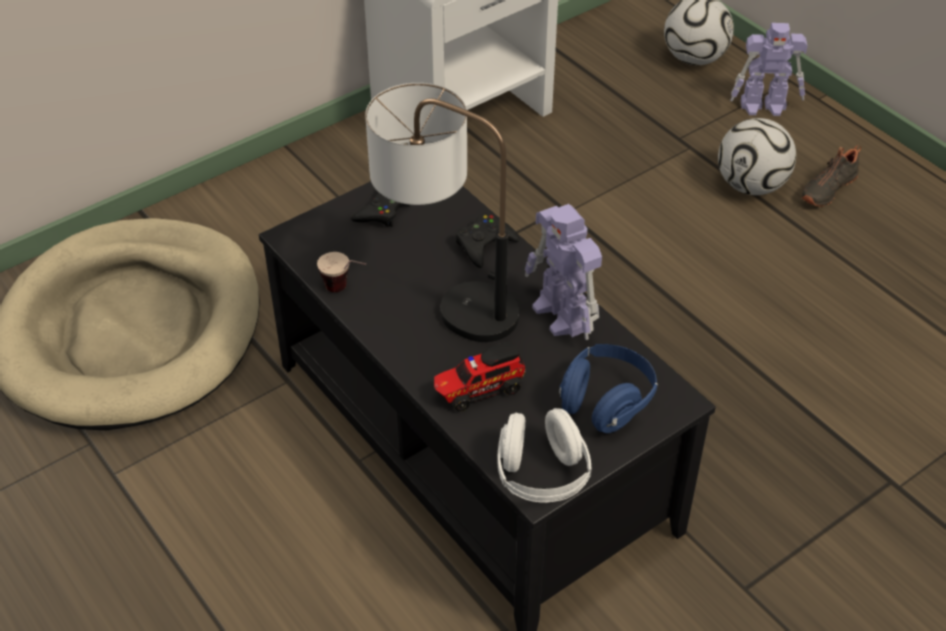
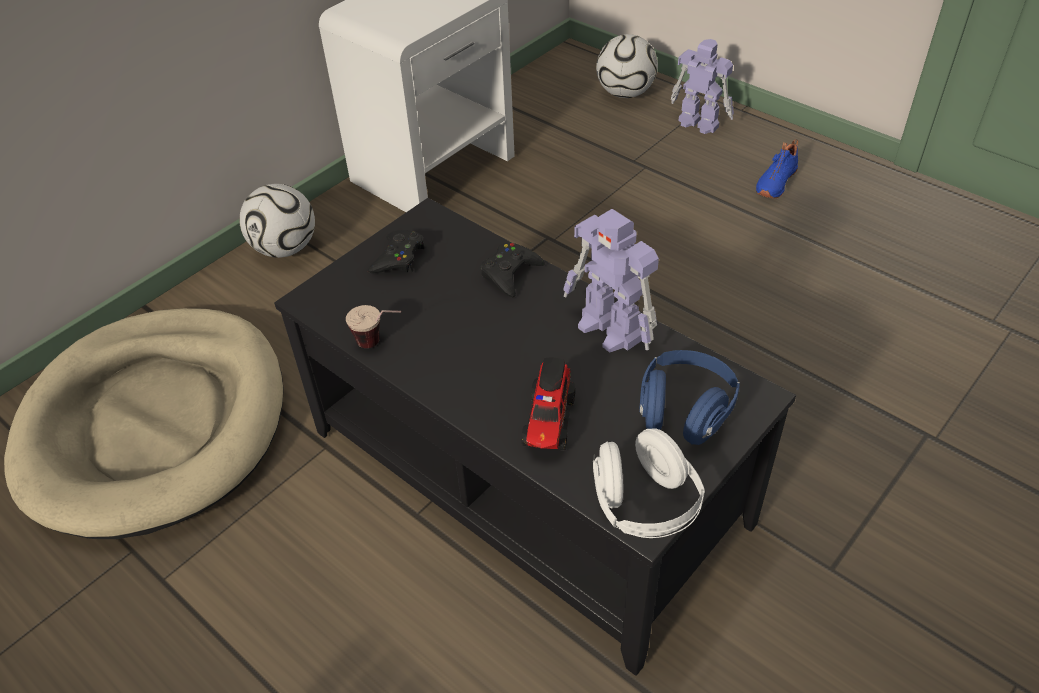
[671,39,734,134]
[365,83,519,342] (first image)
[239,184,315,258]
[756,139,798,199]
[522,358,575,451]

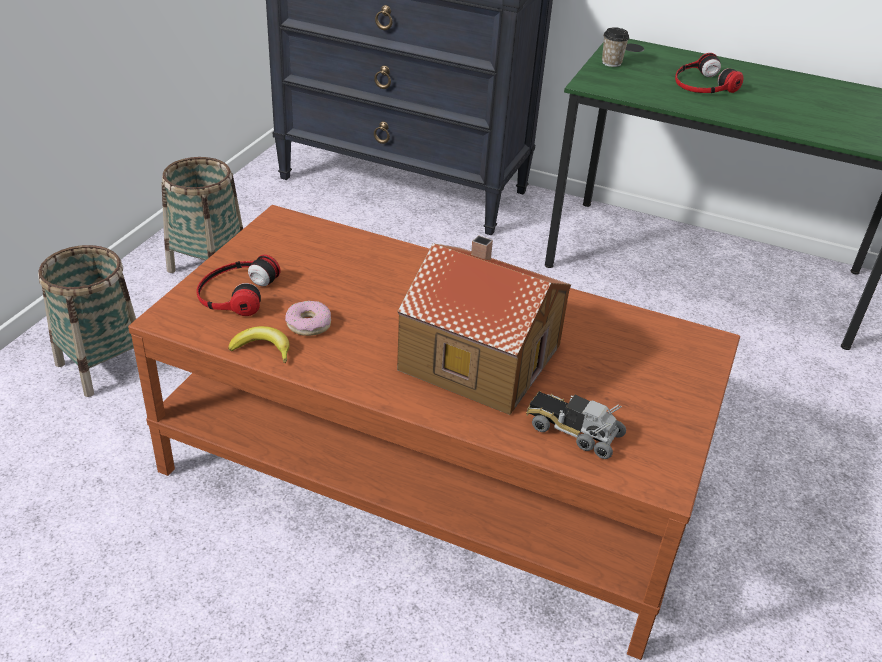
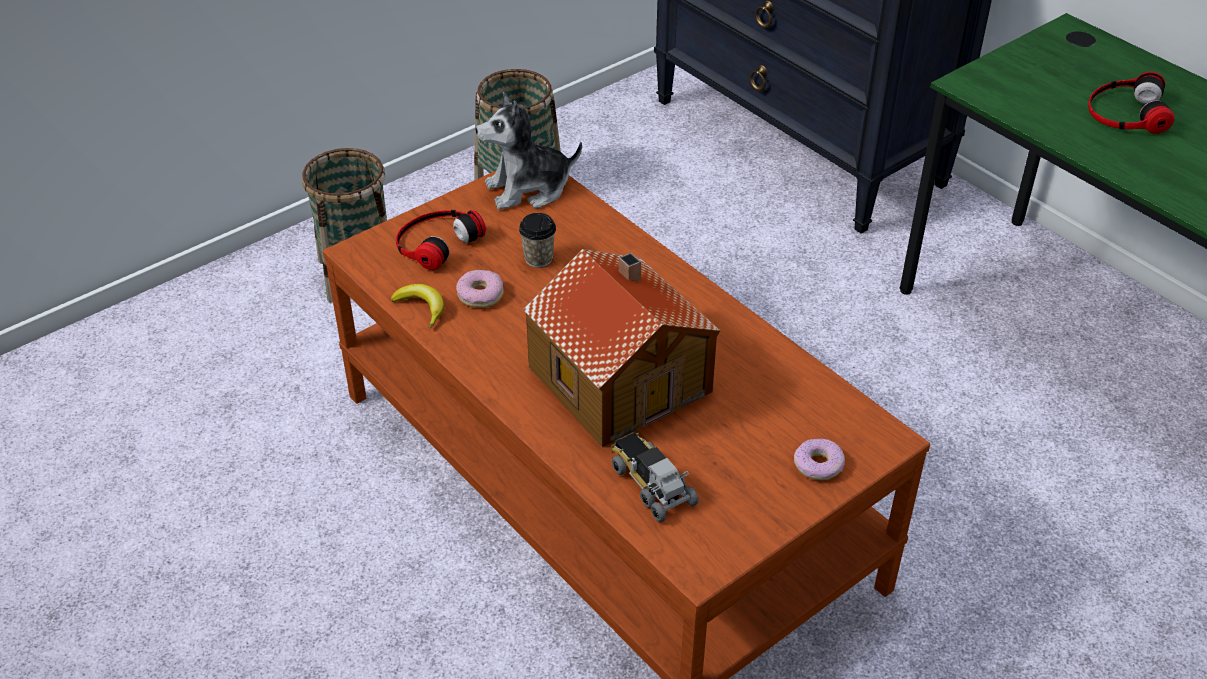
[519,213,556,268]
[476,92,582,210]
[794,439,845,480]

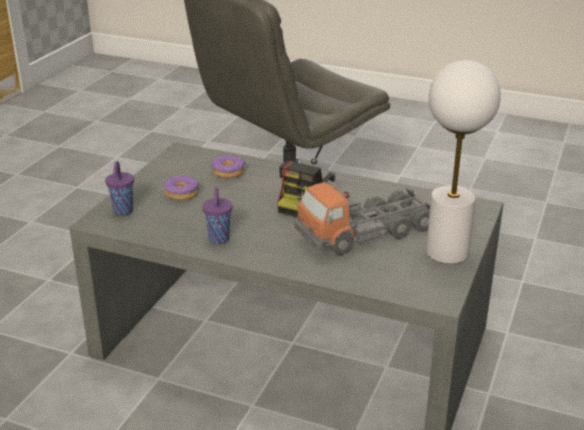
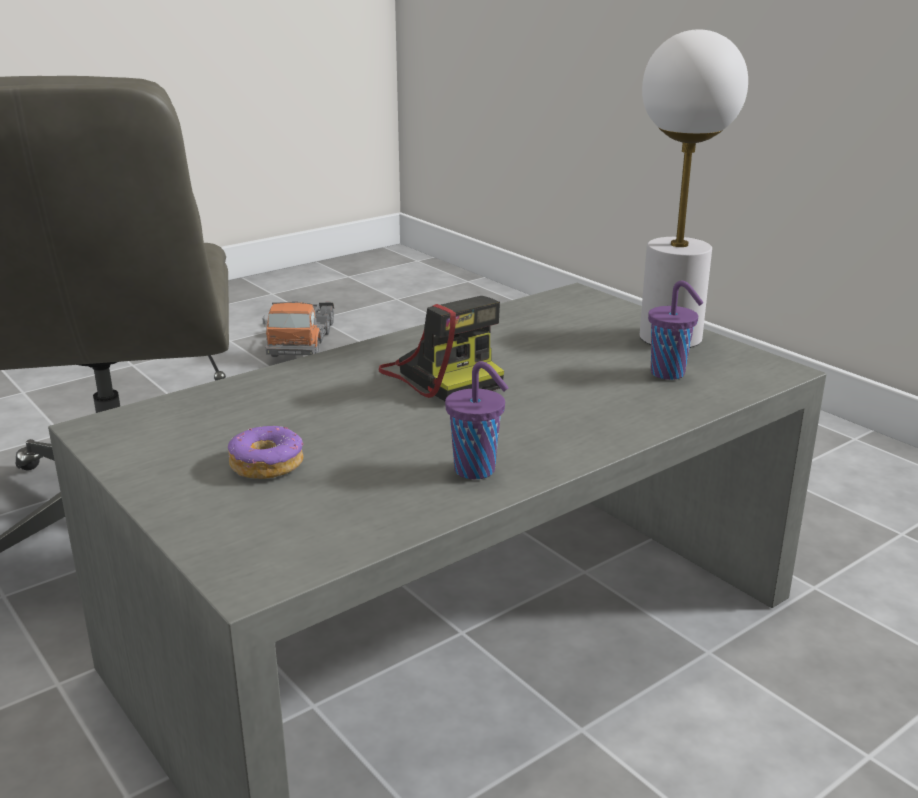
[212,155,245,178] (first image)
[648,281,703,380]
[262,301,334,357]

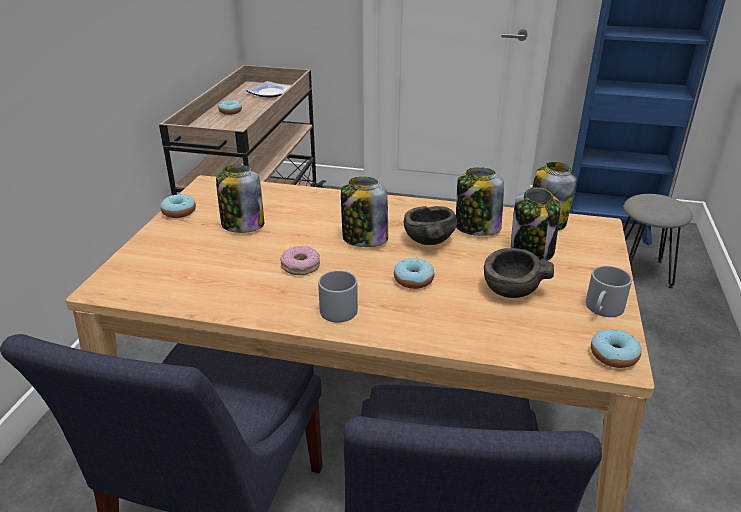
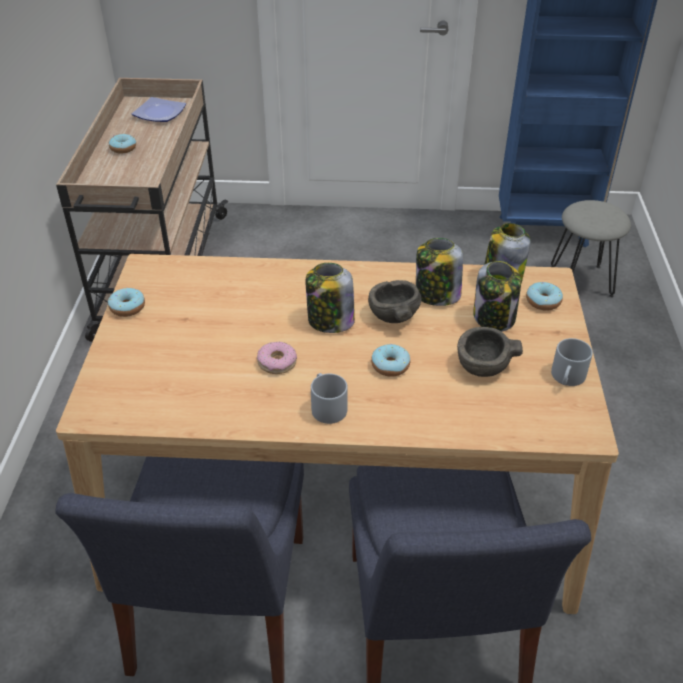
[216,165,264,233] (first image)
[526,282,563,311]

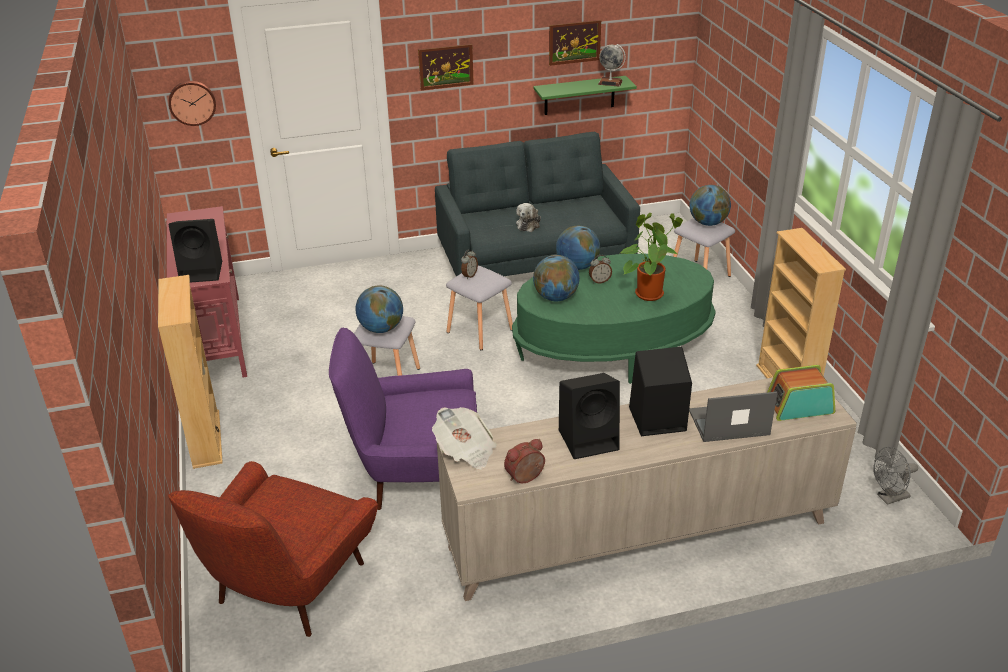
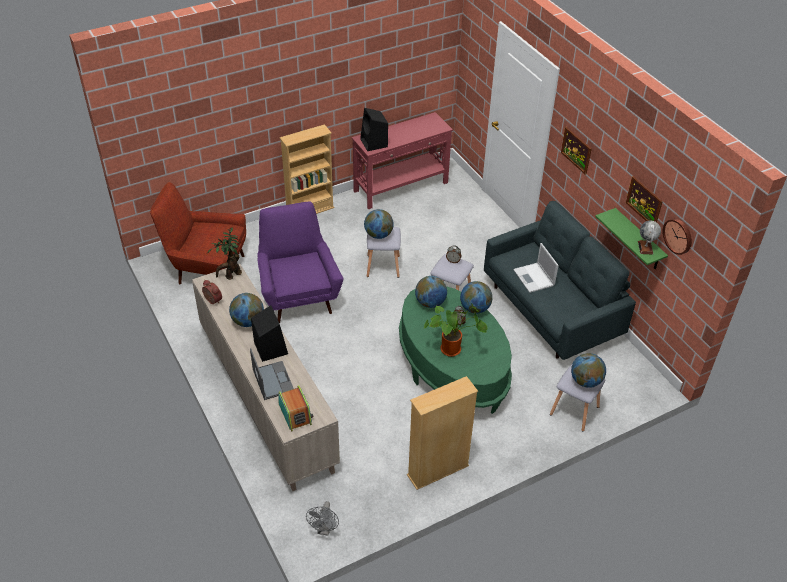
[663,218,692,255]
[513,243,559,293]
[229,293,264,327]
[207,227,242,280]
[306,501,339,536]

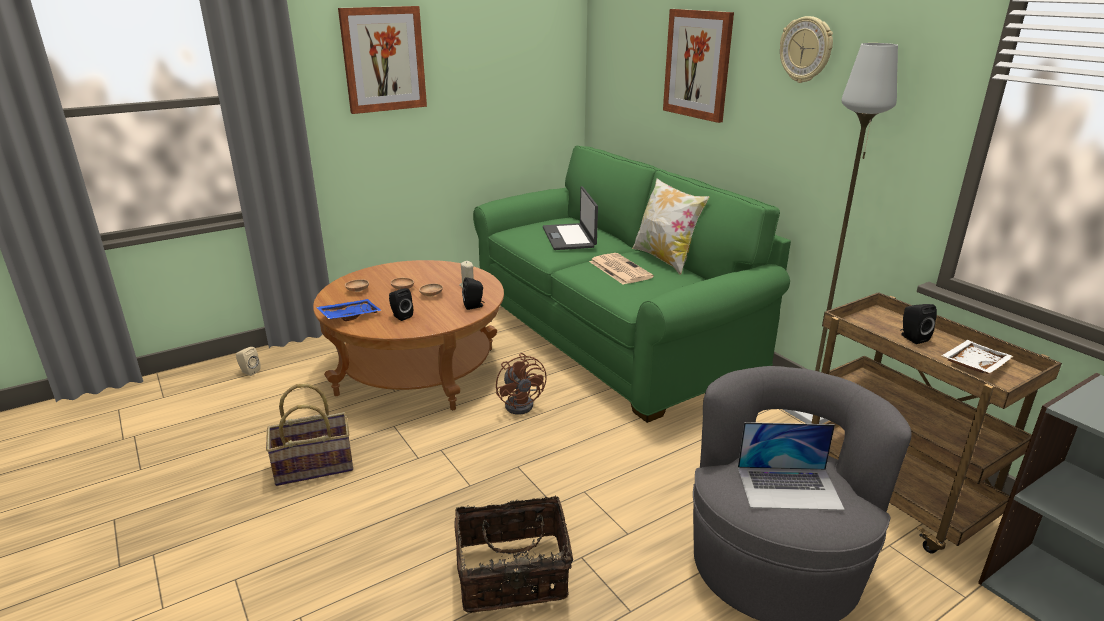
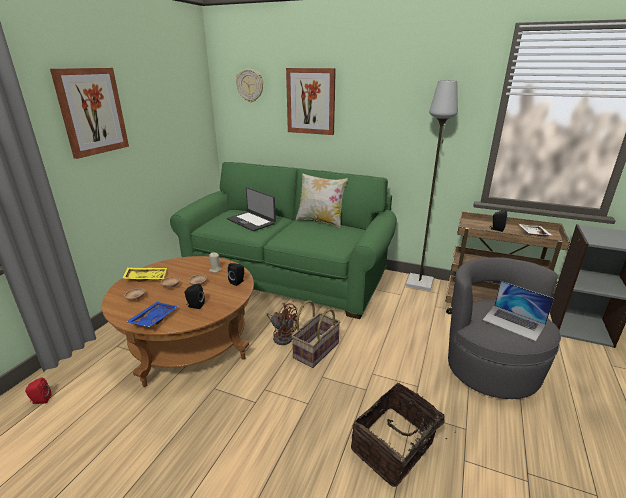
[236,69,263,102]
[589,253,654,285] (first image)
[25,378,51,404]
[291,300,340,368]
[483,281,554,341]
[122,267,167,282]

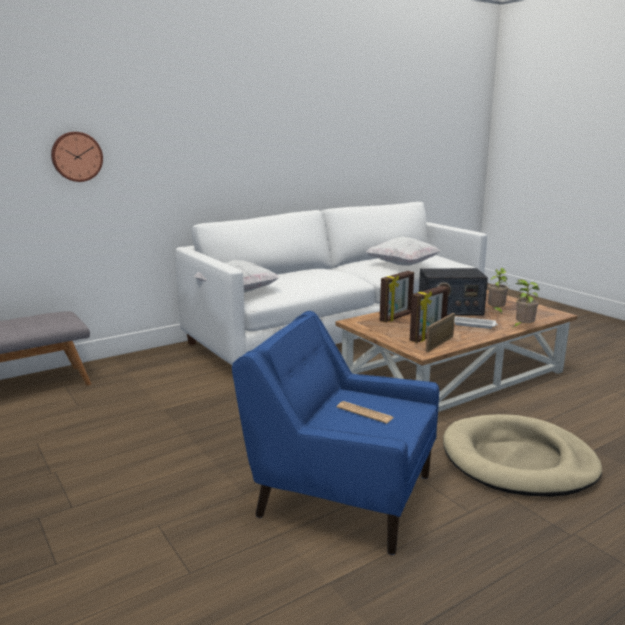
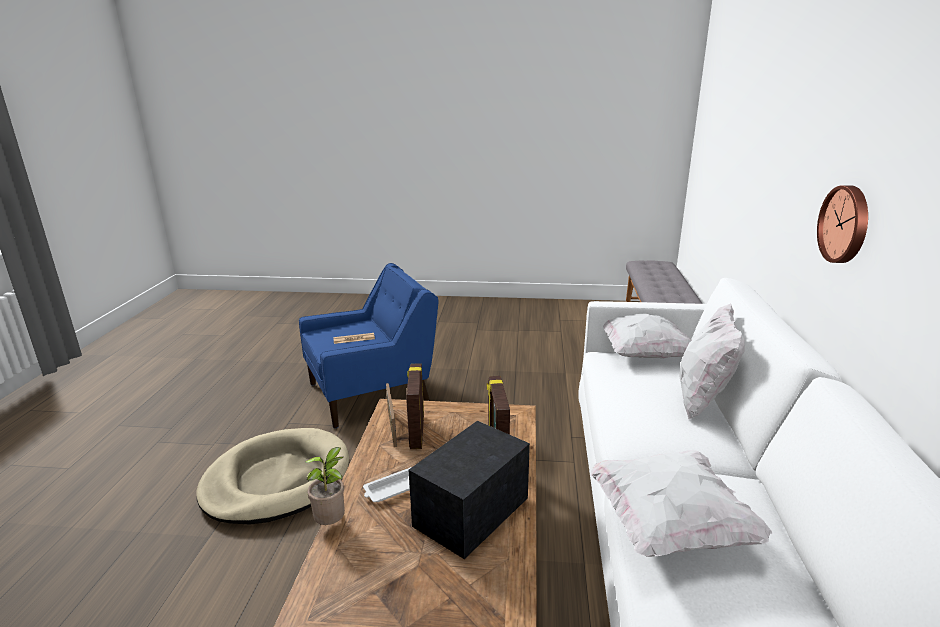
[817,185,868,263]
[488,268,508,315] (first image)
[679,303,745,420]

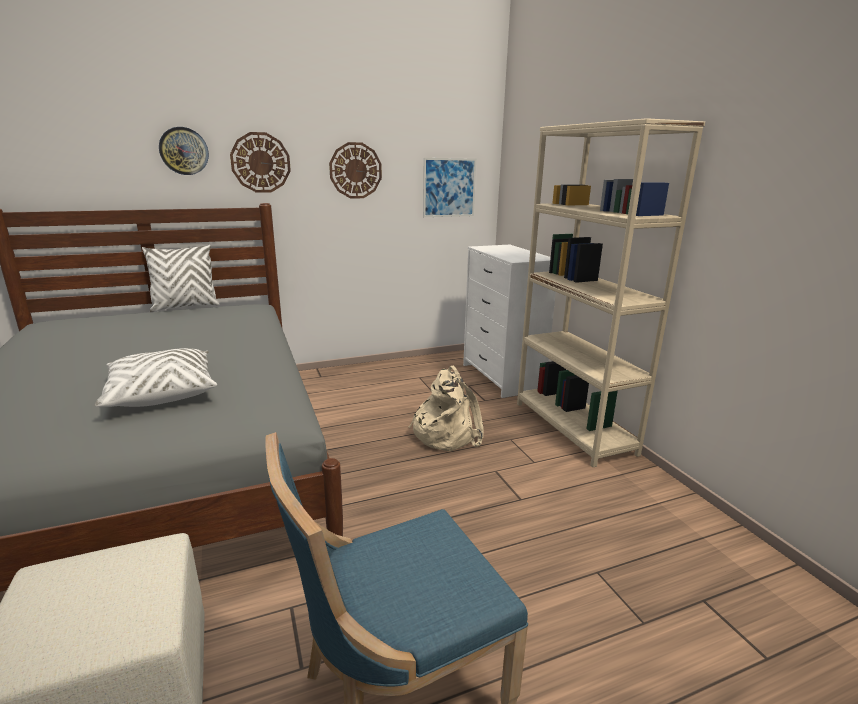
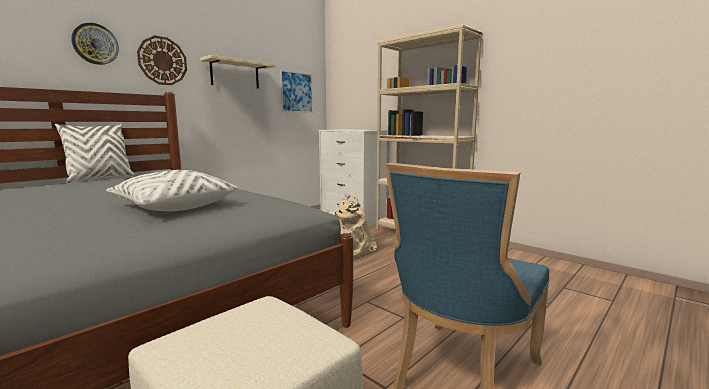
[200,55,276,89]

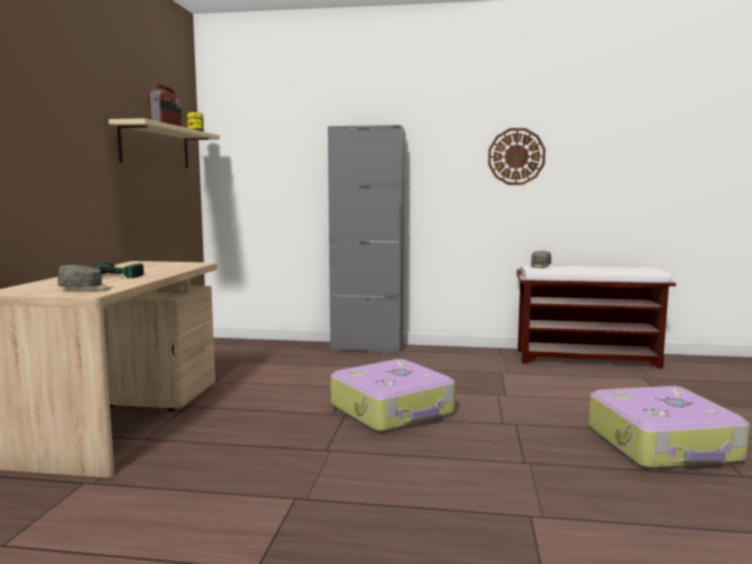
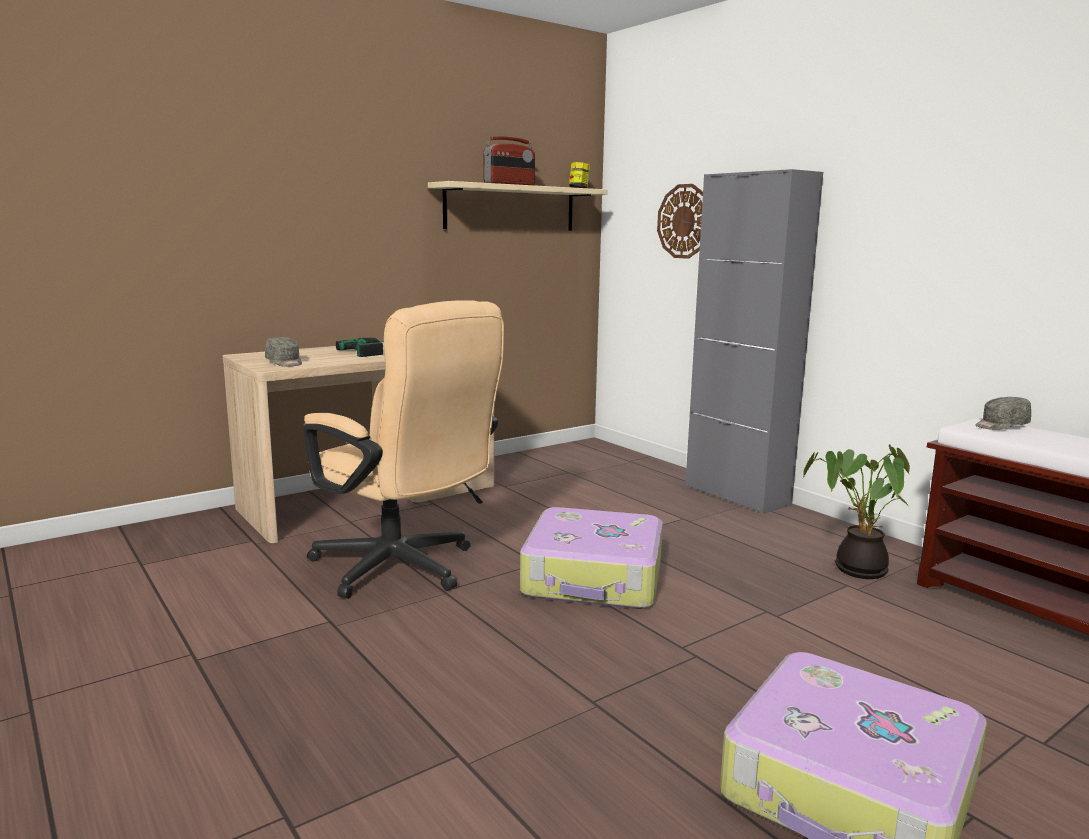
[657,184,703,259]
[304,300,504,599]
[803,444,910,579]

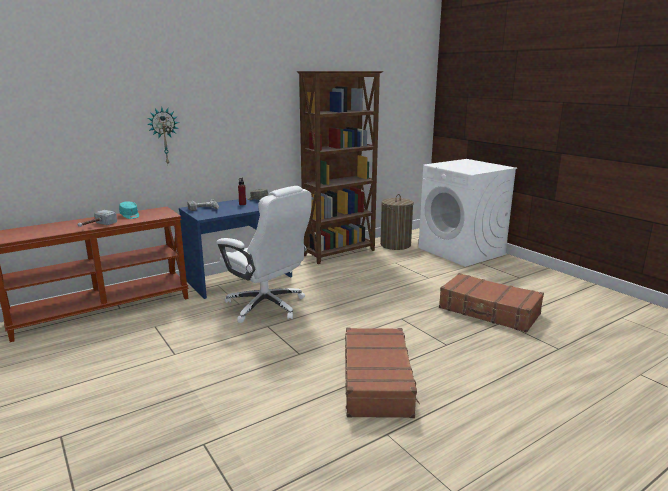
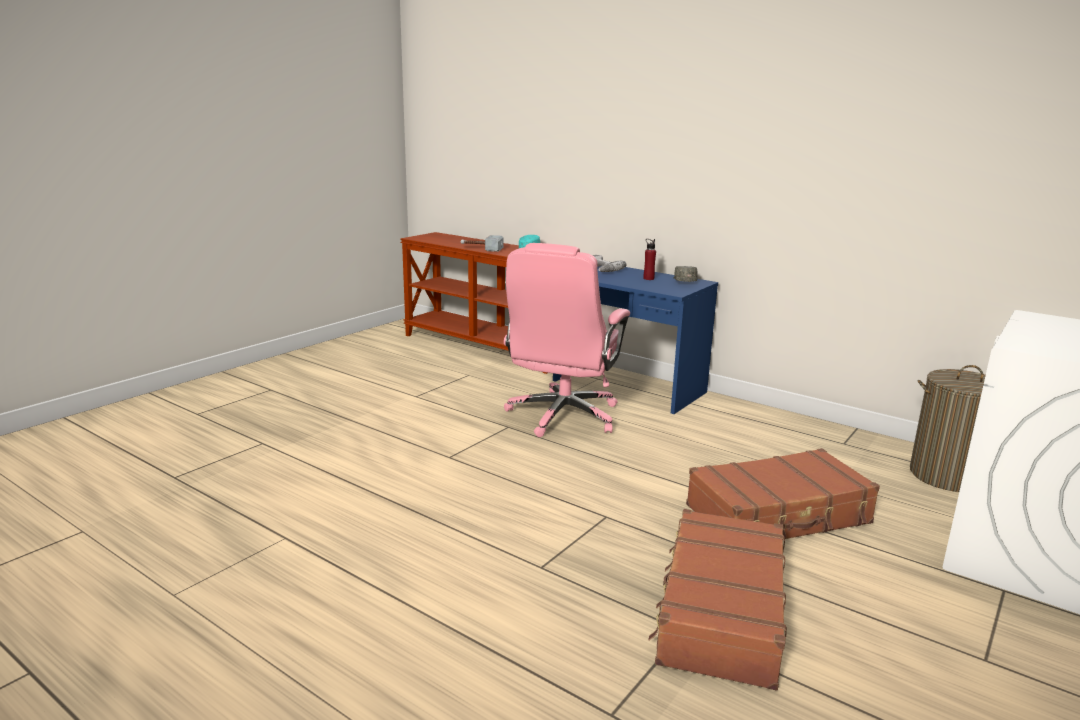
[297,71,383,264] (first image)
[147,107,179,164] (first image)
[504,243,630,437]
[686,448,880,539]

